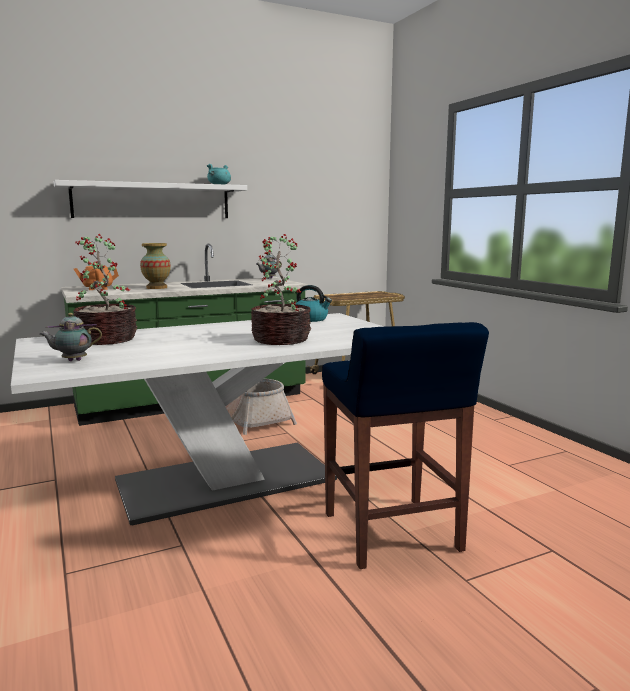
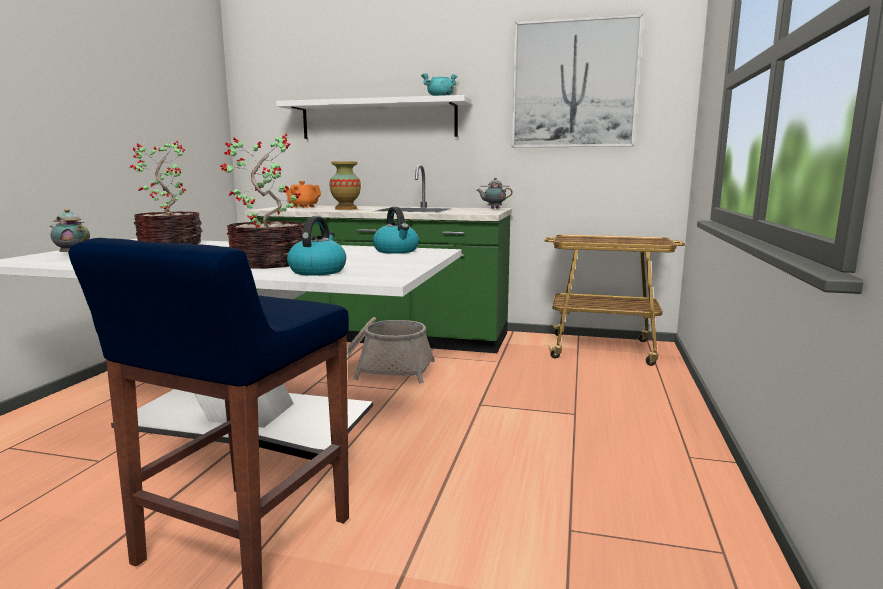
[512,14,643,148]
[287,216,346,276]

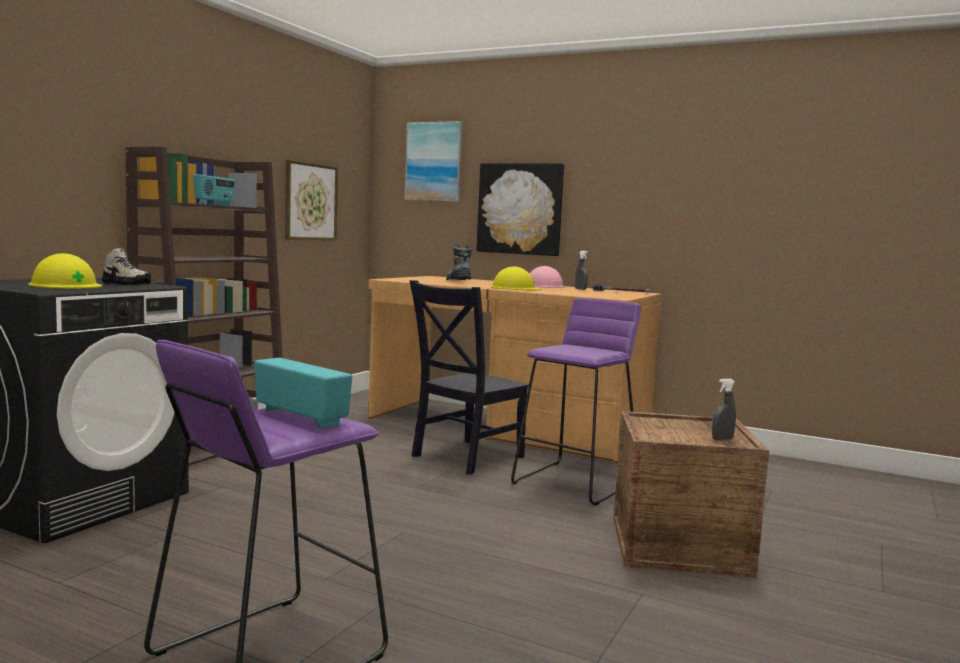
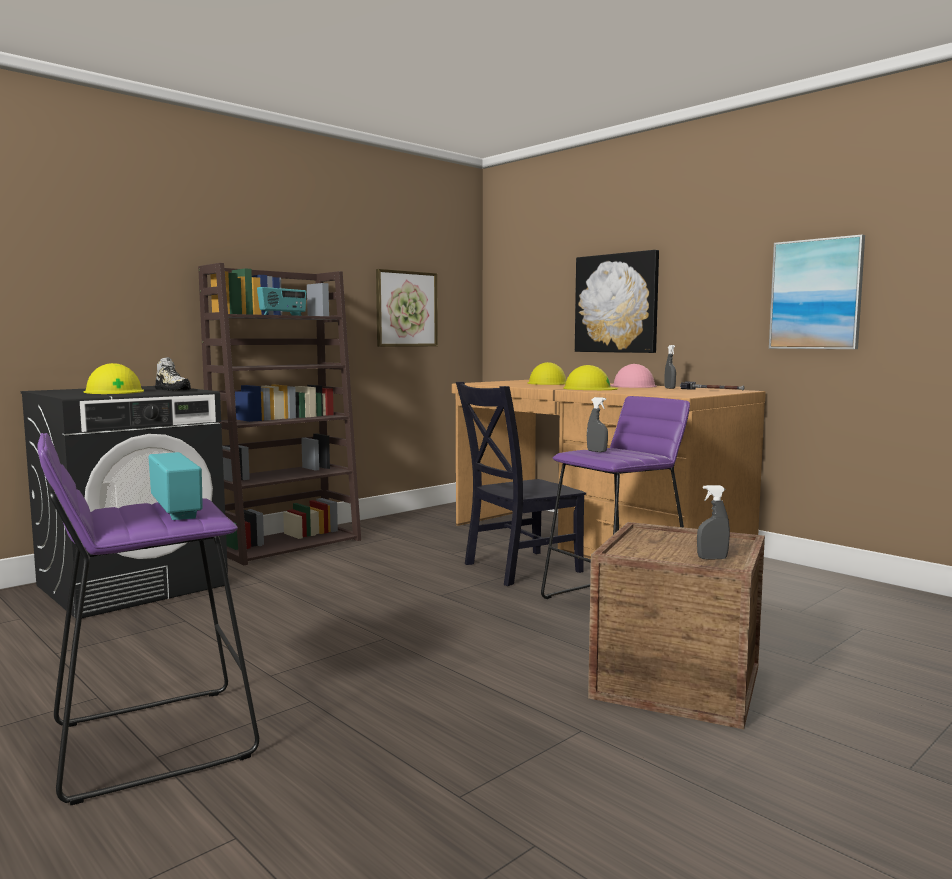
[769,234,865,349]
[527,362,566,385]
[587,397,608,452]

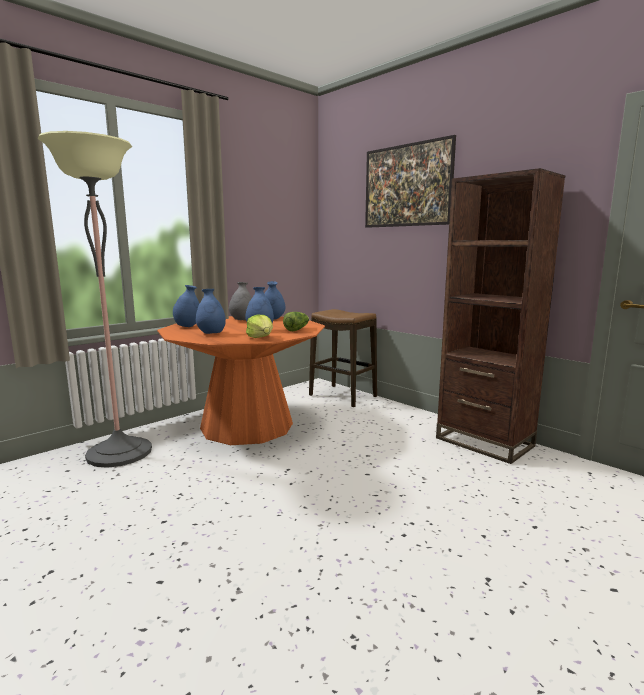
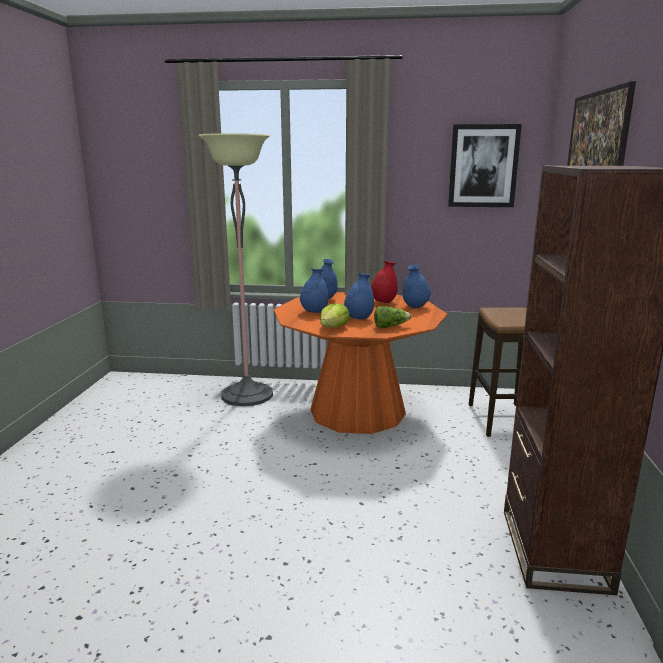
[371,261,398,303]
[448,124,522,207]

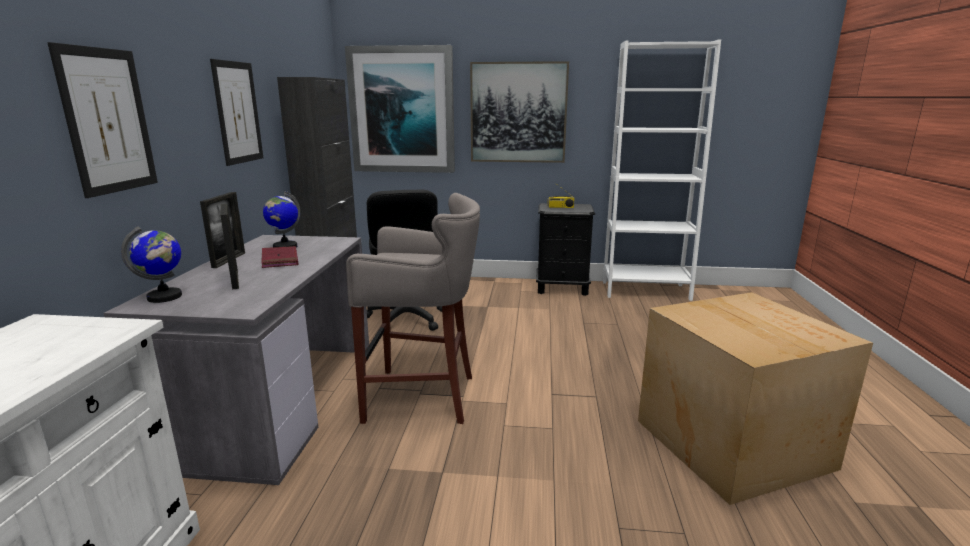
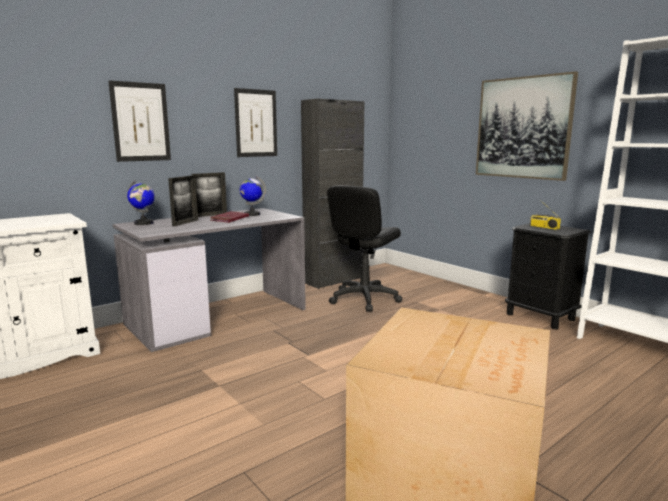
[345,45,455,173] (first image)
[346,193,480,424] (first image)

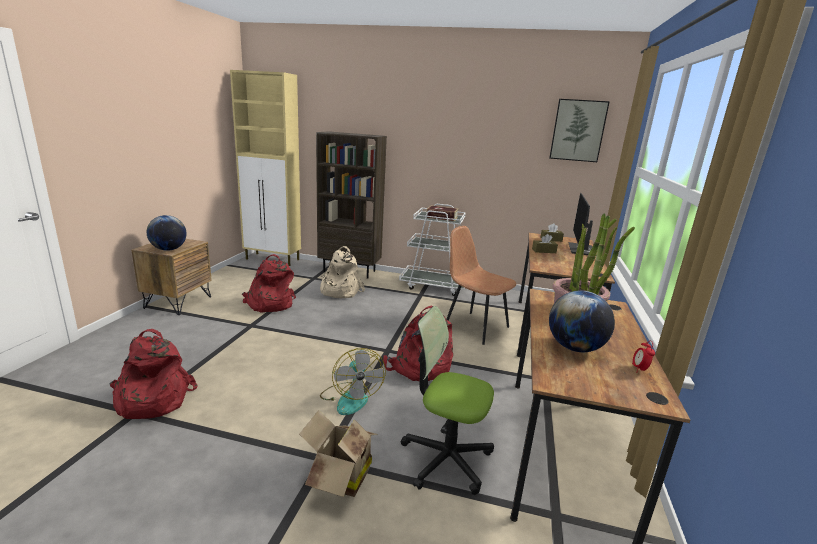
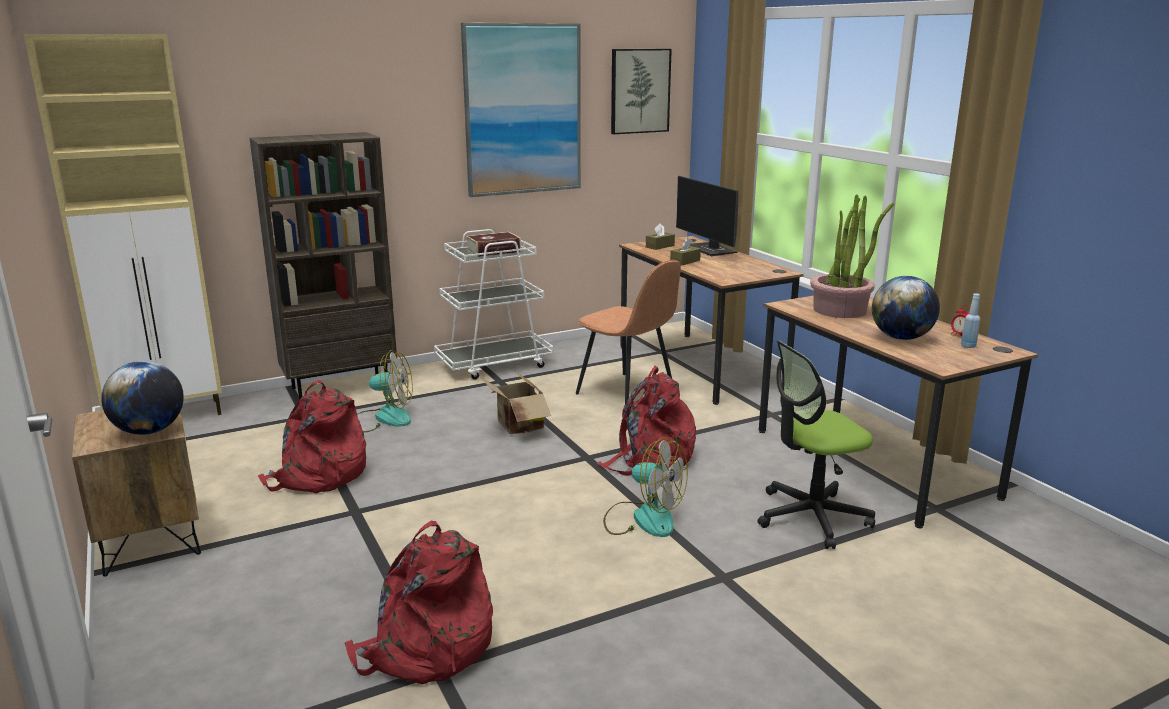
[576,260,681,404]
[357,350,413,432]
[480,372,551,434]
[461,23,581,197]
[961,293,980,348]

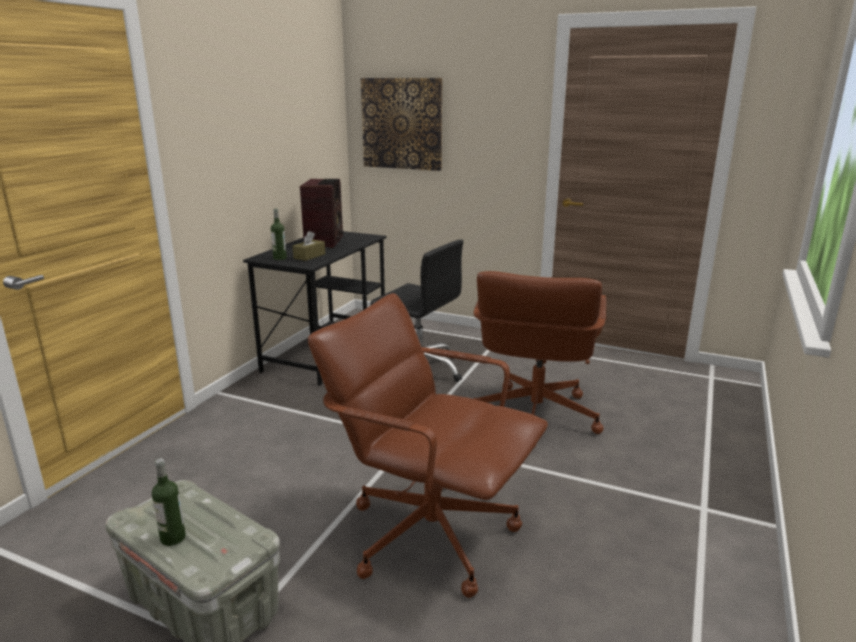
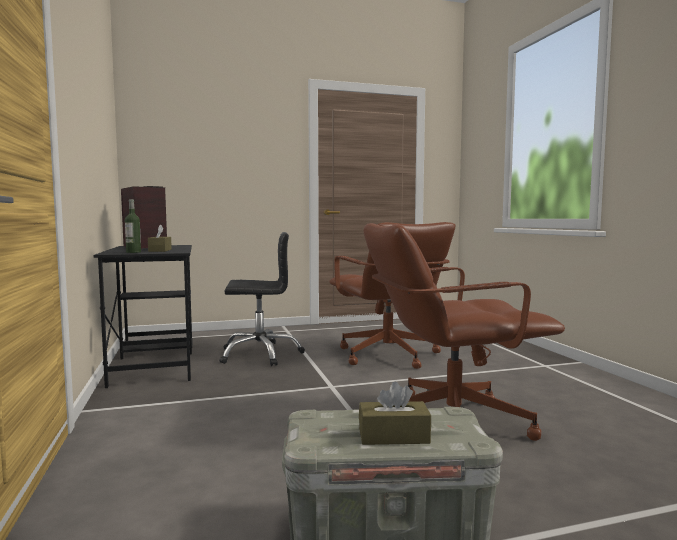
[361,78,442,171] (first image)
[359,382,431,445]

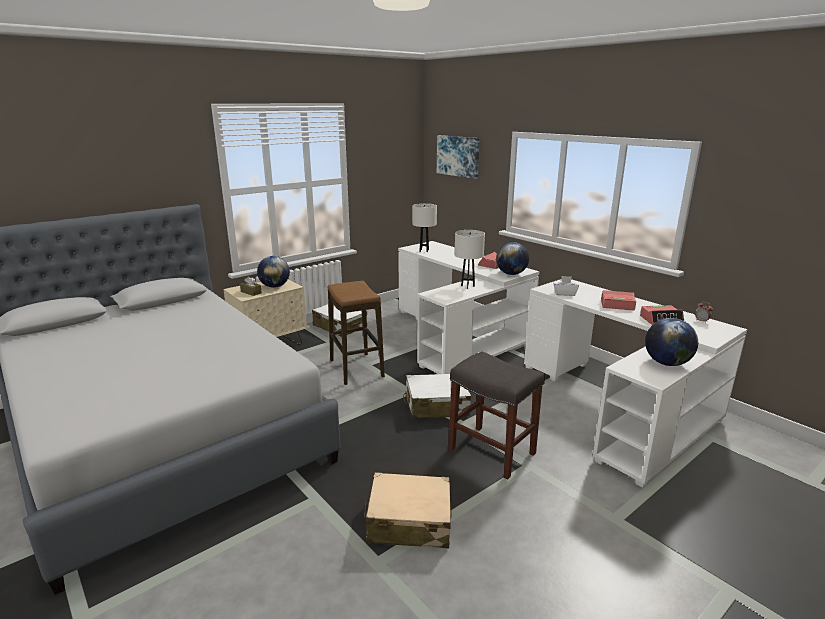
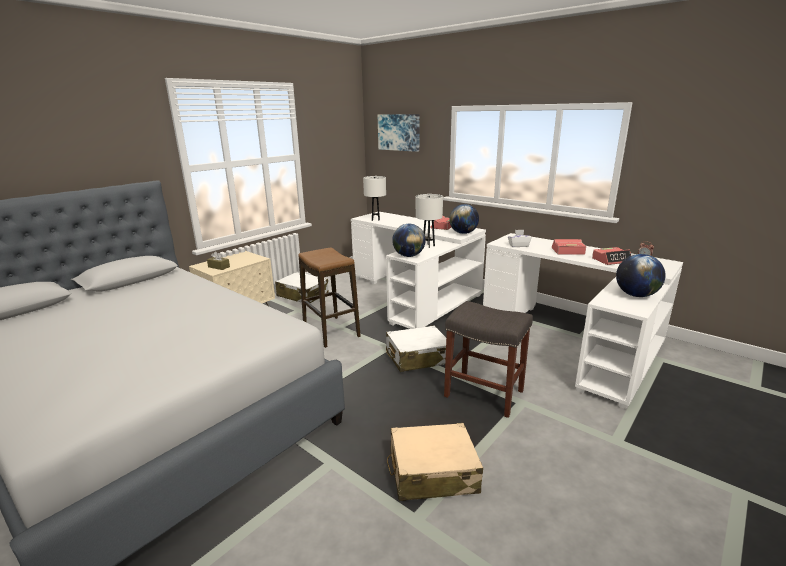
[392,224,426,257]

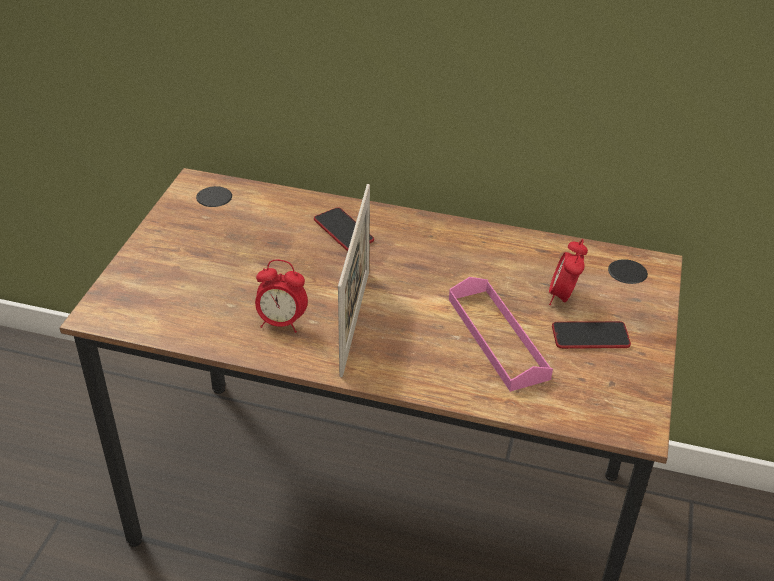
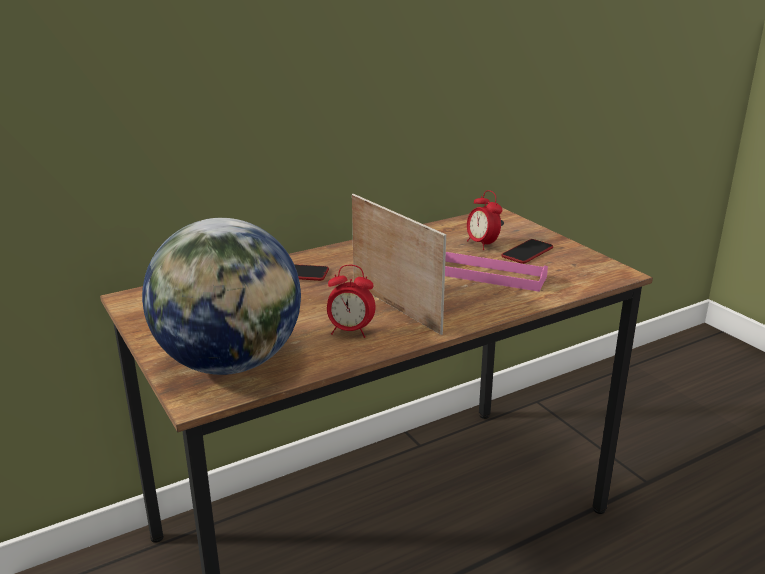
[327,265,376,338]
[142,218,301,375]

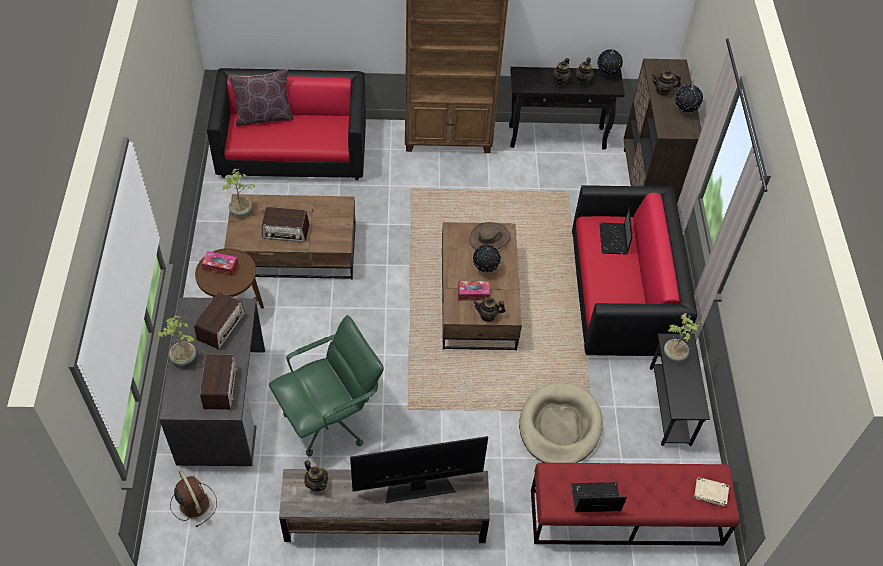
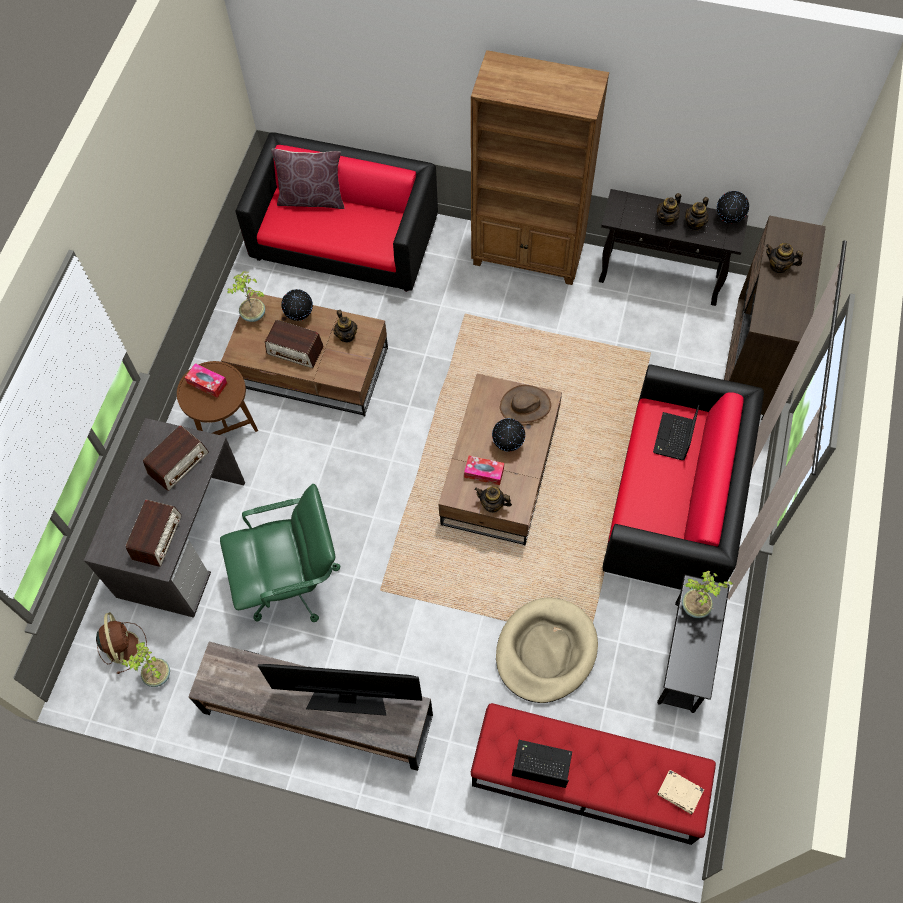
[281,289,313,321]
[122,642,170,687]
[334,310,357,342]

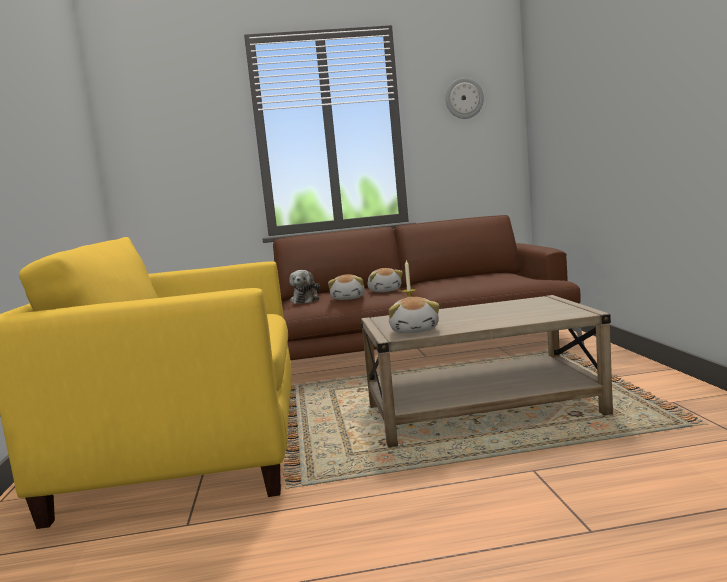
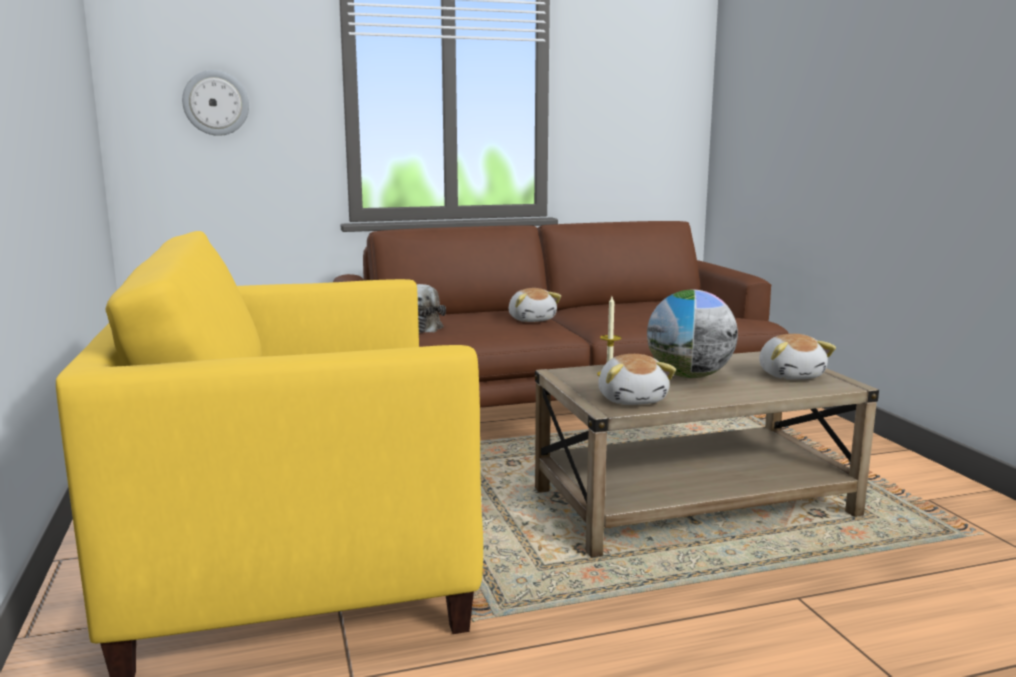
[182,70,249,136]
[759,334,836,380]
[647,290,738,378]

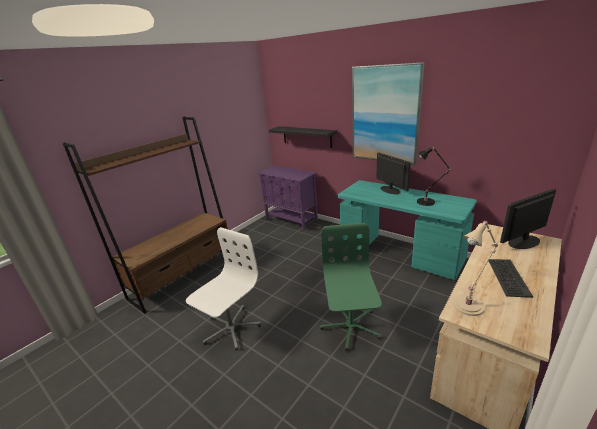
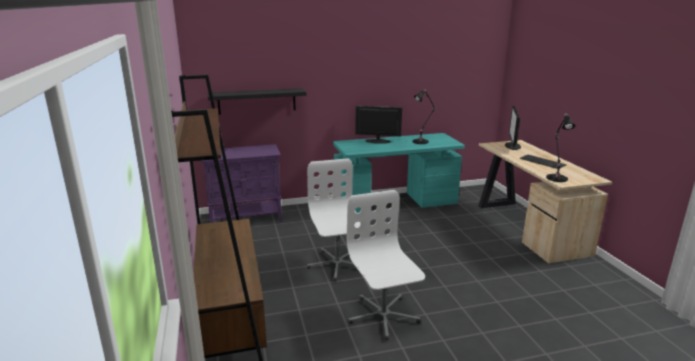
[352,62,425,165] (first image)
[546,113,575,182]
[320,223,382,351] (first image)
[307,158,360,281]

